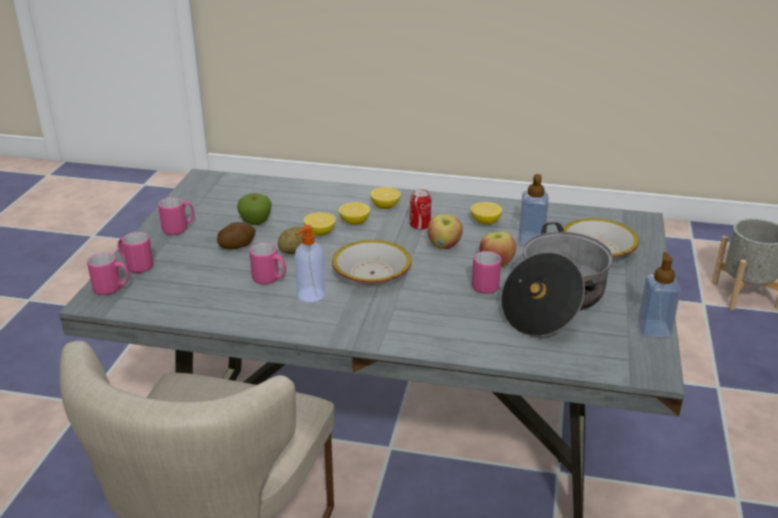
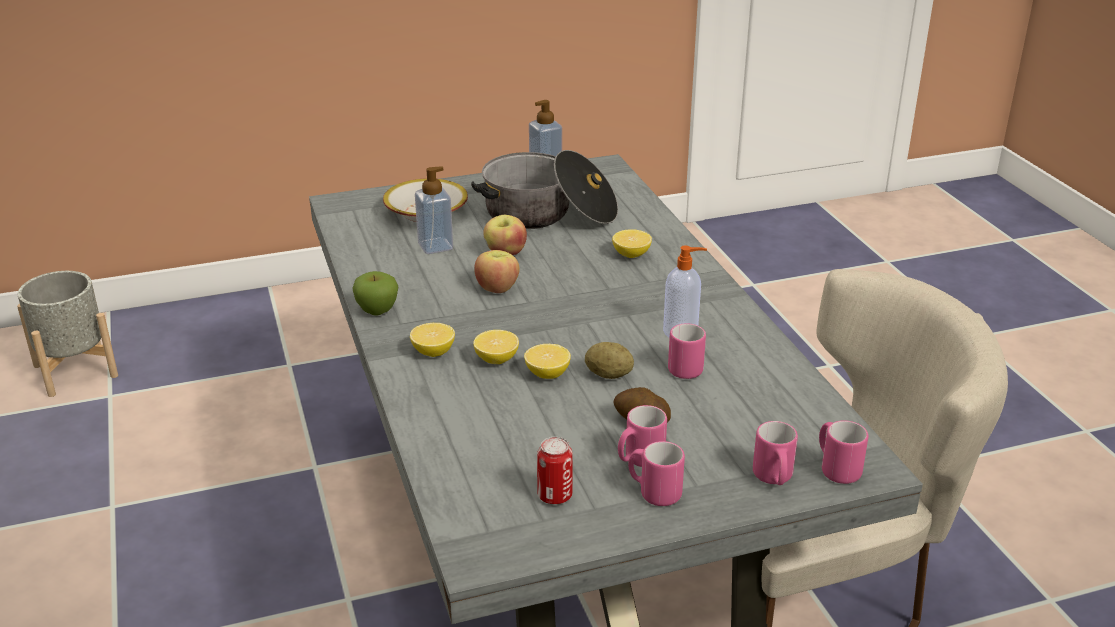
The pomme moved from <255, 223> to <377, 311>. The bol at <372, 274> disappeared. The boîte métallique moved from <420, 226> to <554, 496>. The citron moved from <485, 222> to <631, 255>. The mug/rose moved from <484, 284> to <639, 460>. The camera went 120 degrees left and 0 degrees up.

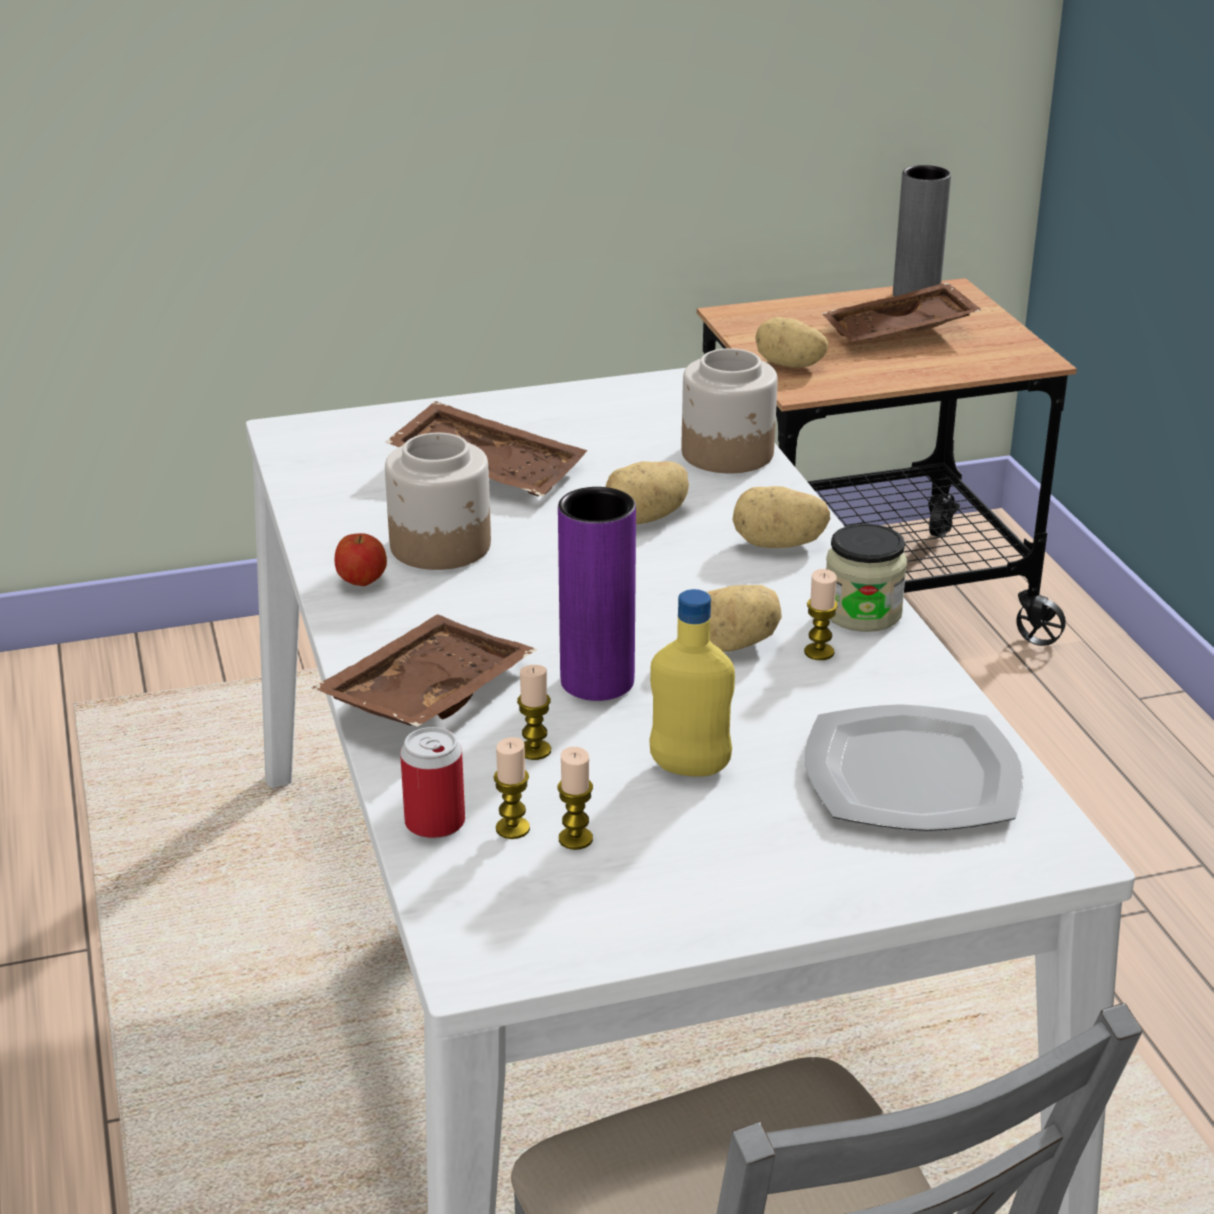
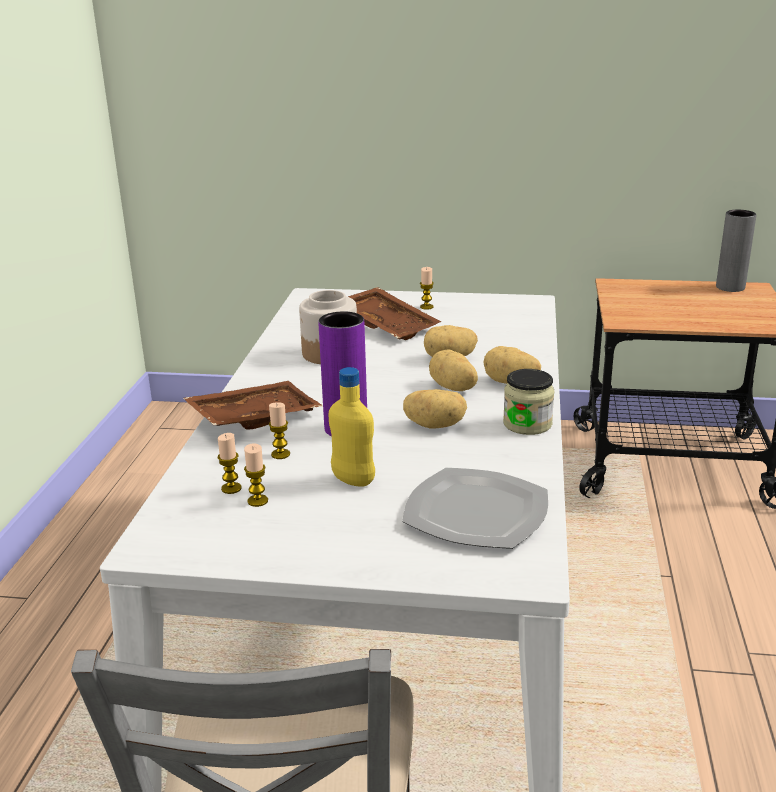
The pomme at <362, 582> disappeared. The boîte métallique at <435, 823> disappeared. The bocal at <728, 453> disappeared. The pomme de terre moved from <789, 365> to <452, 388>. The bougie moved from <819, 652> to <426, 307>. The plateau/marron at <900, 333> disappeared. The camera went 25 degrees right and 5 degrees down.

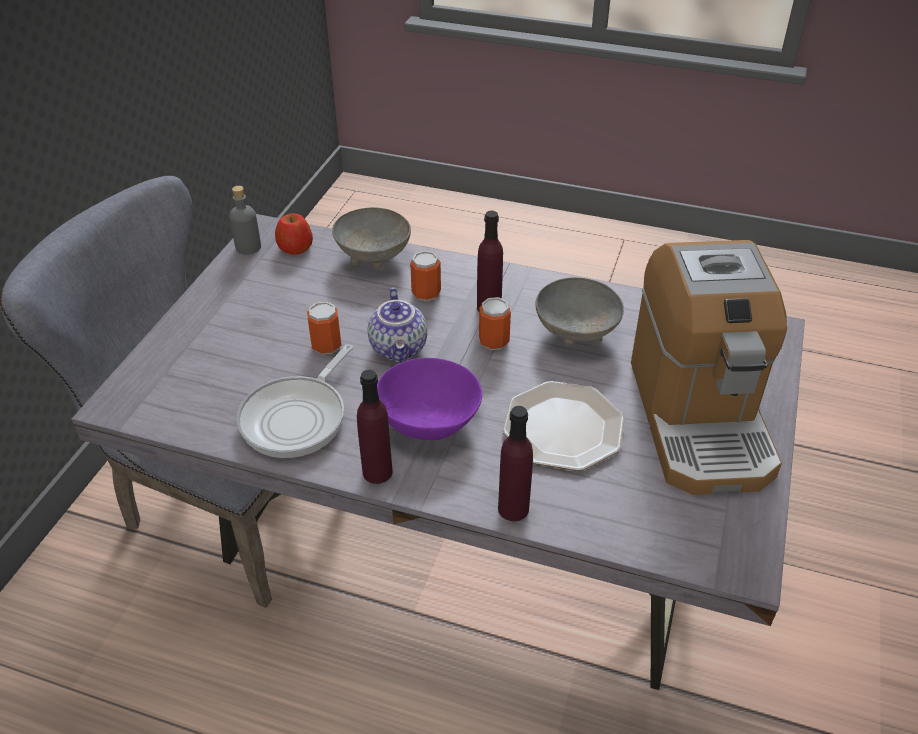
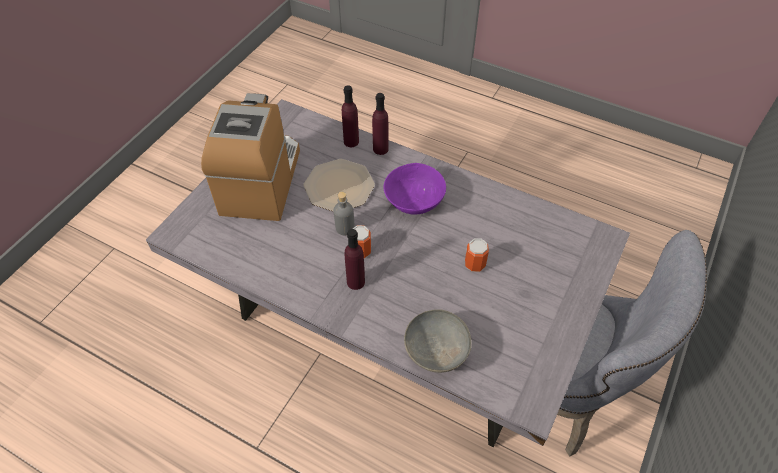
The bouteille/gris moved from <248, 247> to <345, 228>. The poêle at <297, 417> disappeared. The pomme at <295, 247> disappeared. The bouteille/violet moved from <377, 472> to <351, 141>. The théière at <400, 348> disappeared. The boîte métallique at <426, 293> disappeared. The bol/gris at <574, 332> disappeared. The camera went 170 degrees left and 10 degrees up.

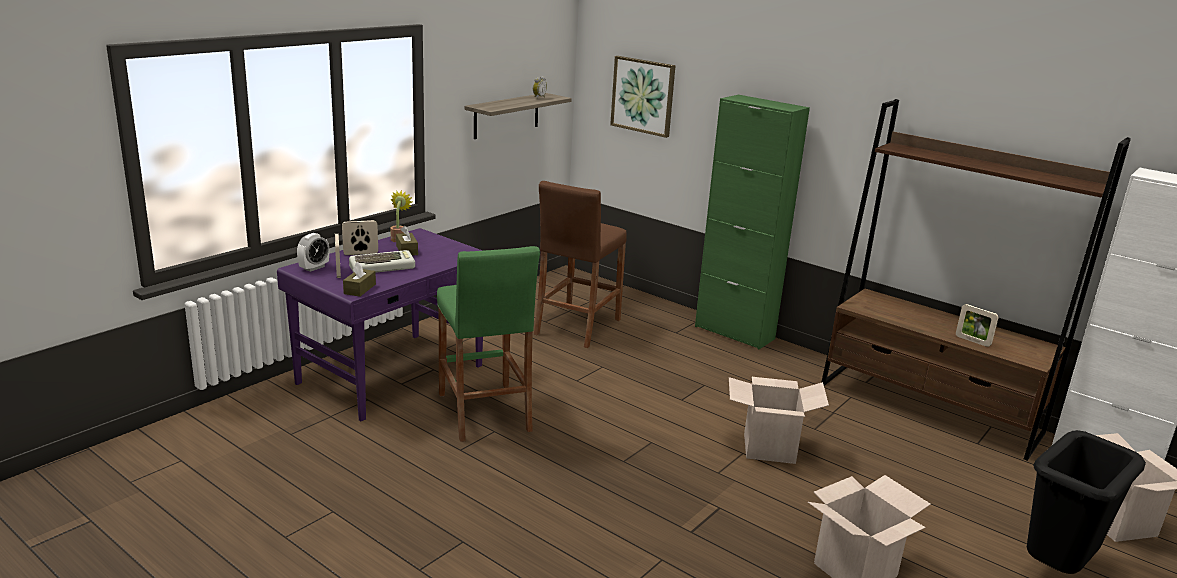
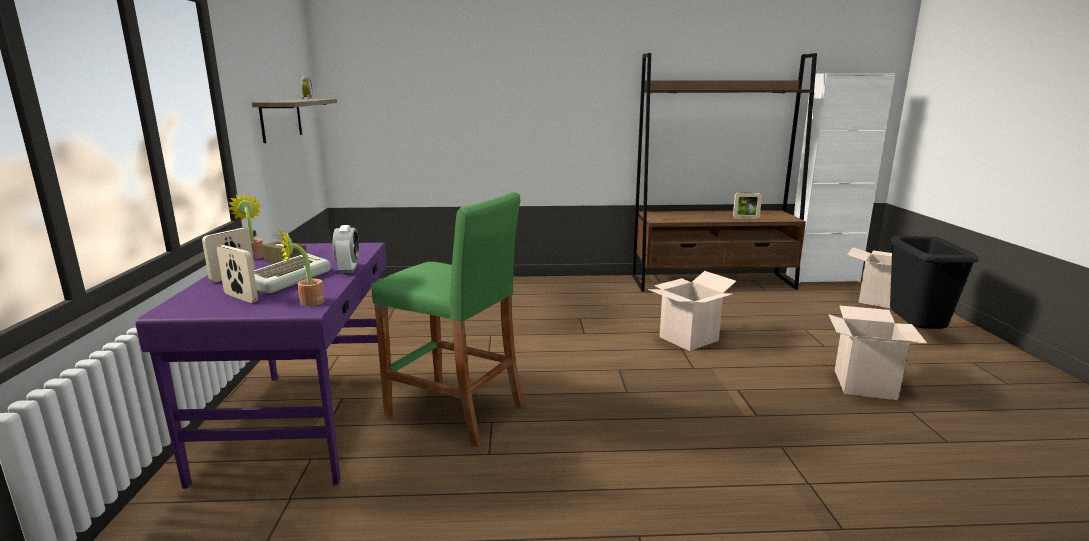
The réveil moved from <314, 268> to <348, 269>. The boîte à mouchoirs/marron at <360, 289> was replaced by the plante en pot at <306, 303>. The tabouret/marron at <577, 327> disappeared. The tableau at <643, 96> disappeared. The meuble de rangement/vert at <734, 332> disappeared. The camera went 40 degrees left and 5 degrees down.

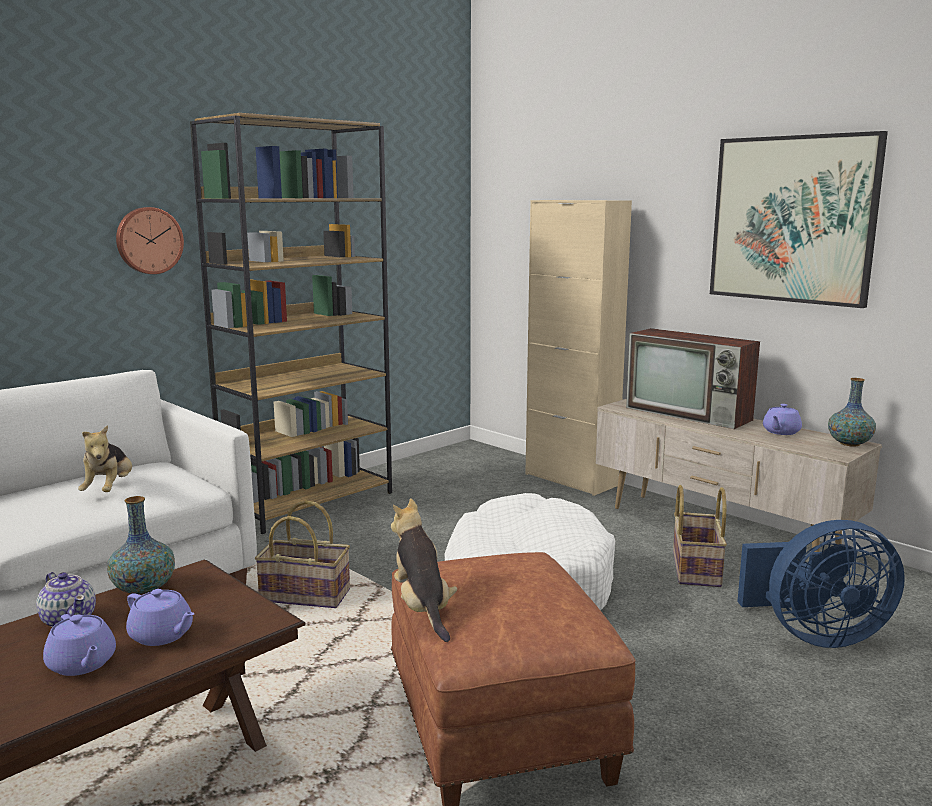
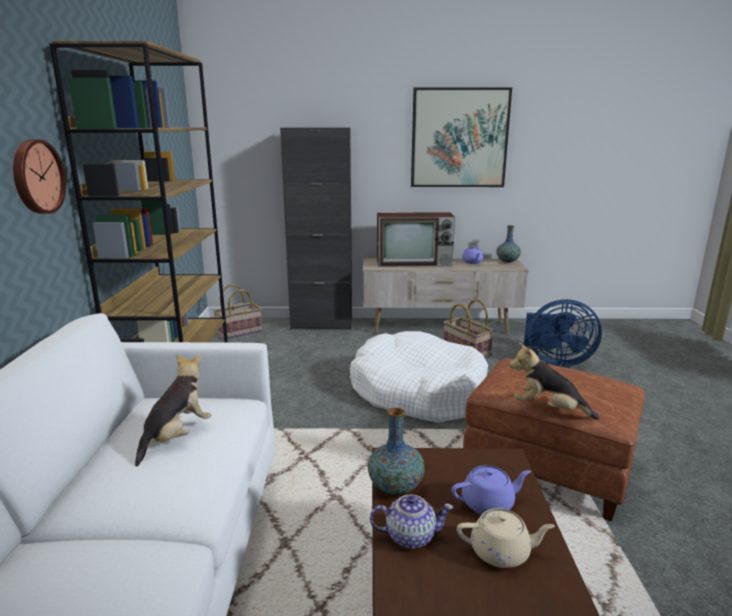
The théière/violet at <82, 664> became the théière/beige at <501, 552>. The peluche at <109, 490> turned 105 degrees counterclockwise. The panier moved from <306, 595> to <239, 331>. The meuble de rangement/beige at <570, 480> became the meuble de rangement/noir at <321, 324>. The ventilateur/bleu at <815, 635> turned 60 degrees clockwise. The camera went 45 degrees left and 5 degrees up.

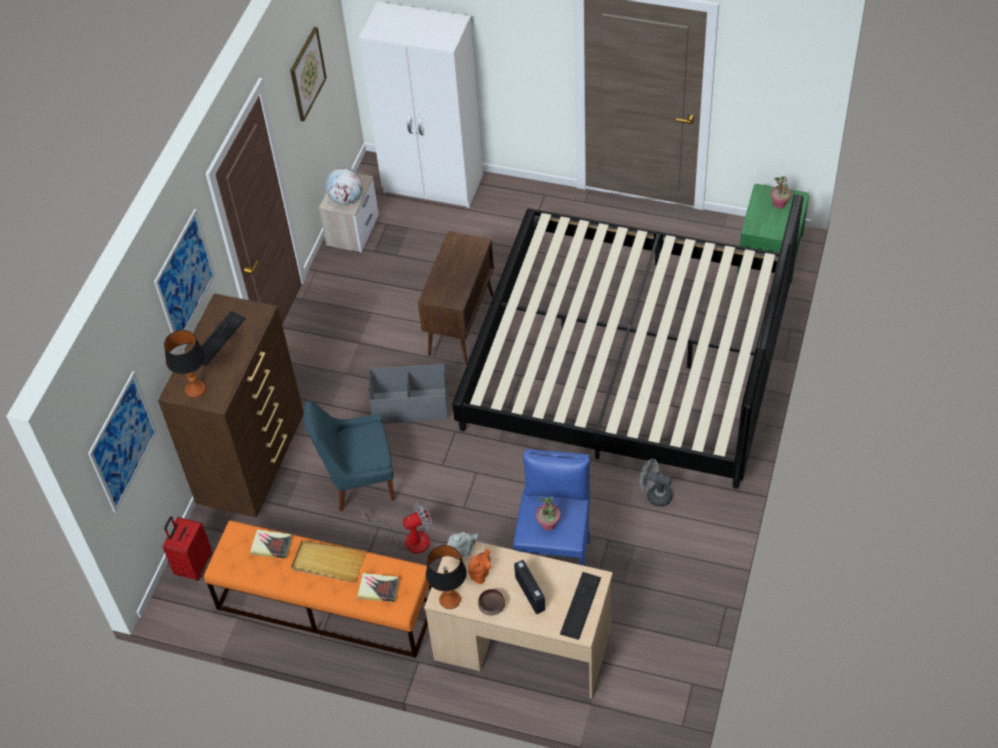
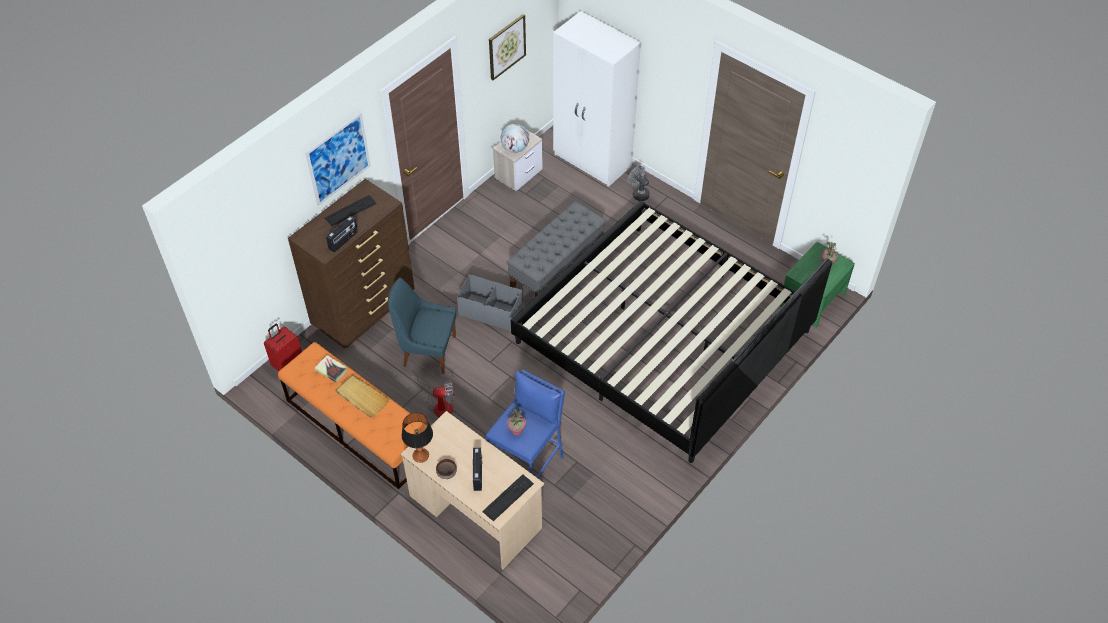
The tableau at <123, 442> disappeared. The lampe de table at <196, 389> disappeared. The livre at <378, 589> disappeared. The meuble de rangement/marron at <461, 326> was replaced by the banc/gris at <556, 269>. The théière/gris at <463, 551> disappeared. The théière/orange at <480, 574> disappeared. The ventilateur/gris moved from <655, 495> to <638, 193>. The radio at <343, 241> appeared. The camera went 20 degrees right and 0 degrees up.

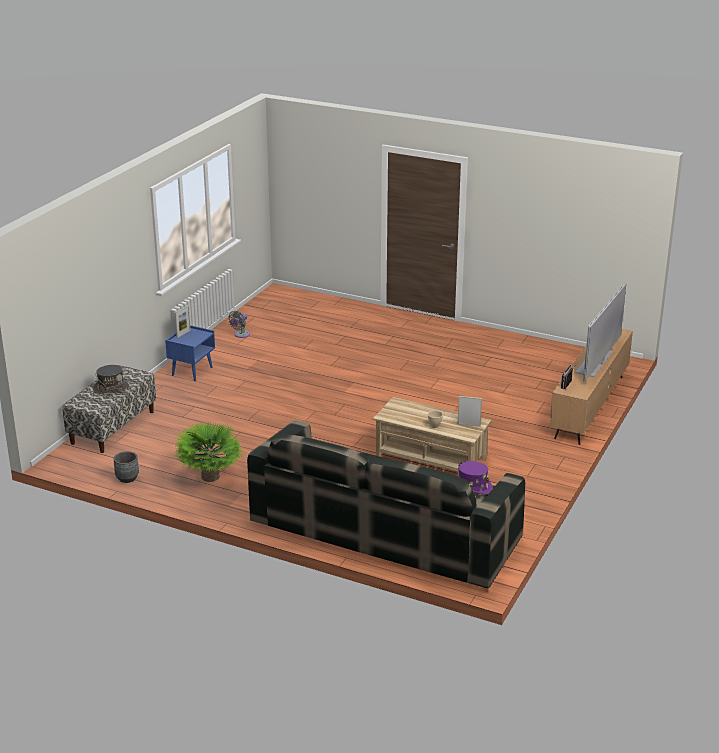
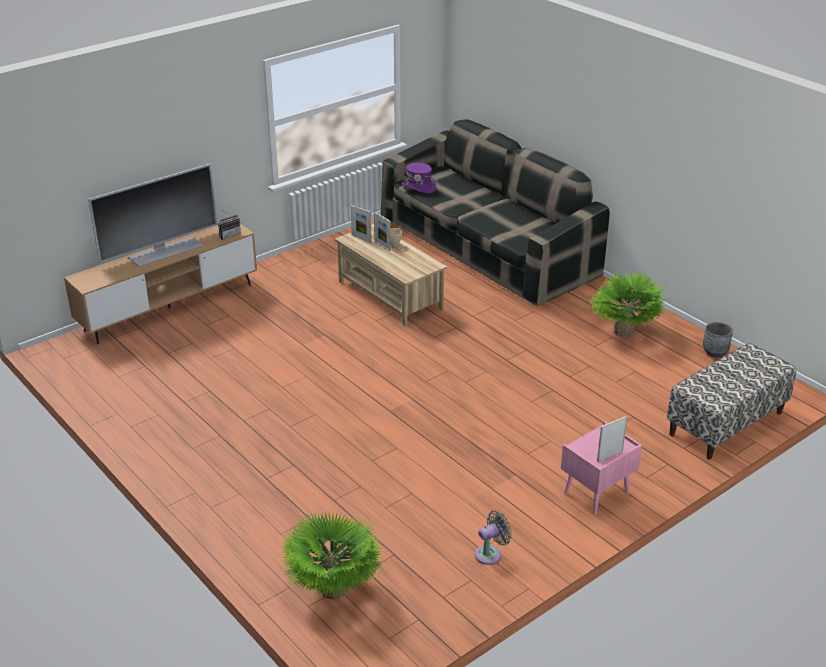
The chapeau/gris at <111, 388> disappeared. The table de chevet/bleu at <192, 371> became the table de chevet/rose at <596, 493>. The plante en pot at <334, 589> appeared. The cadre photo at <382, 246> appeared. The camera went 155 degrees left and 5 degrees up.

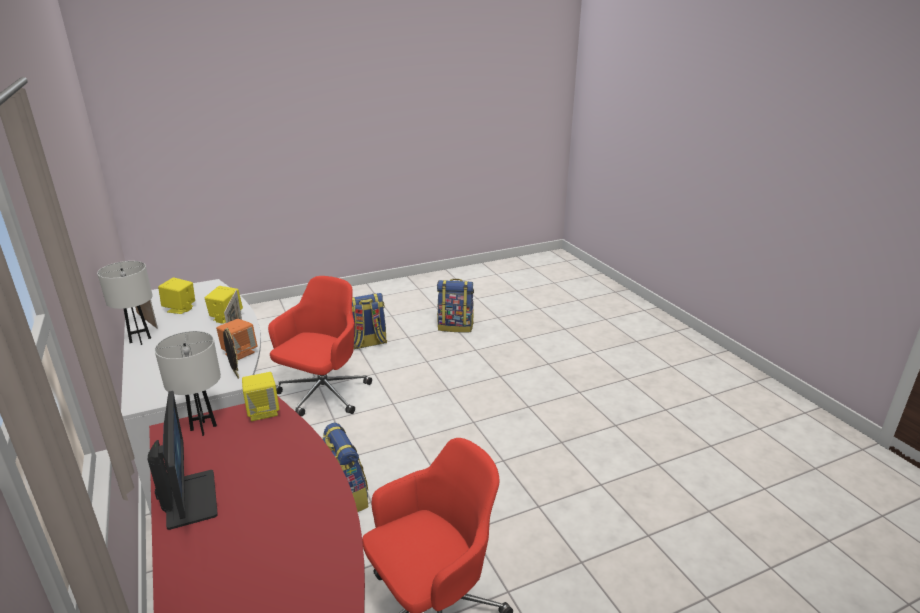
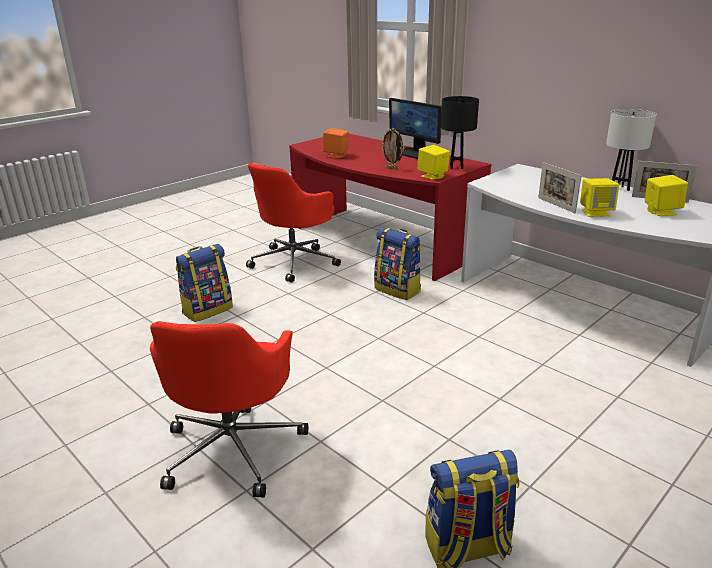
The lampe de table/blanc at <203, 428> became the lampe de table/noir at <456, 167>. The enceinte/orange moved from <239, 353> to <336, 155>. The cadre photo moved from <235, 374> to <392, 168>. The chaise de bureau/rouge moved from <322, 394> to <233, 448>. The sac à dos moved from <367, 343> to <207, 310>. The camera went 160 degrees right and 0 degrees up.

